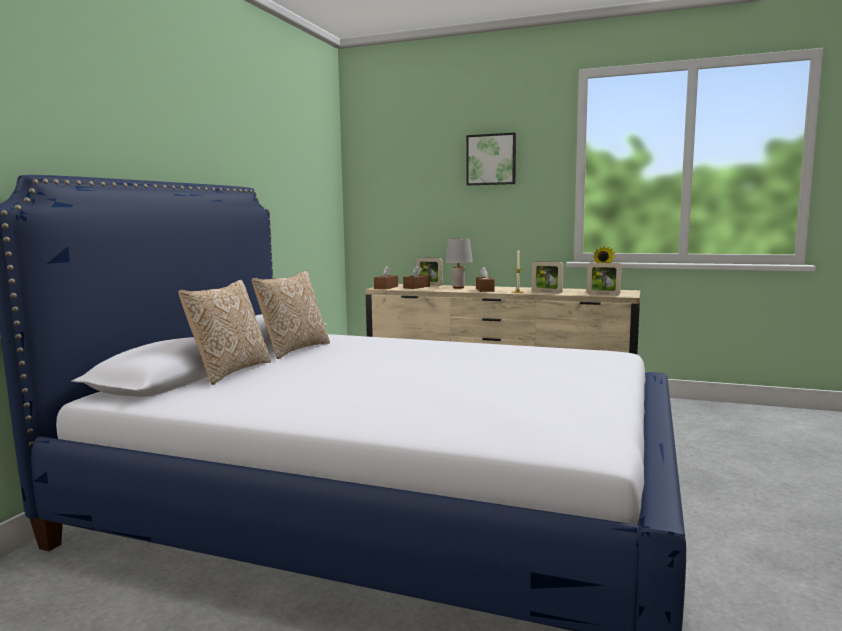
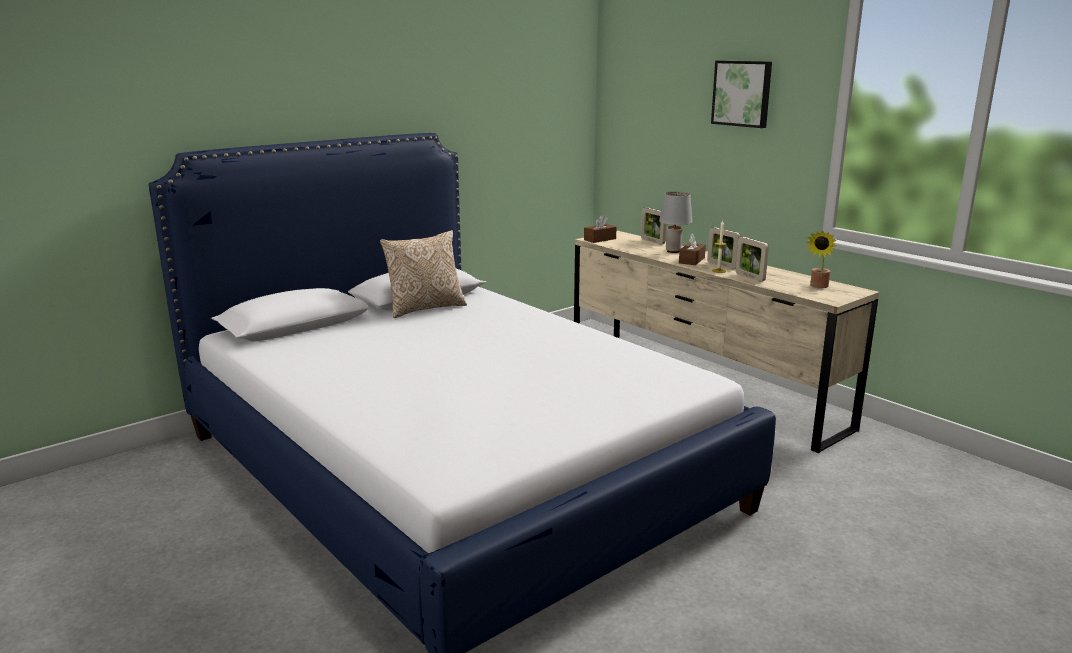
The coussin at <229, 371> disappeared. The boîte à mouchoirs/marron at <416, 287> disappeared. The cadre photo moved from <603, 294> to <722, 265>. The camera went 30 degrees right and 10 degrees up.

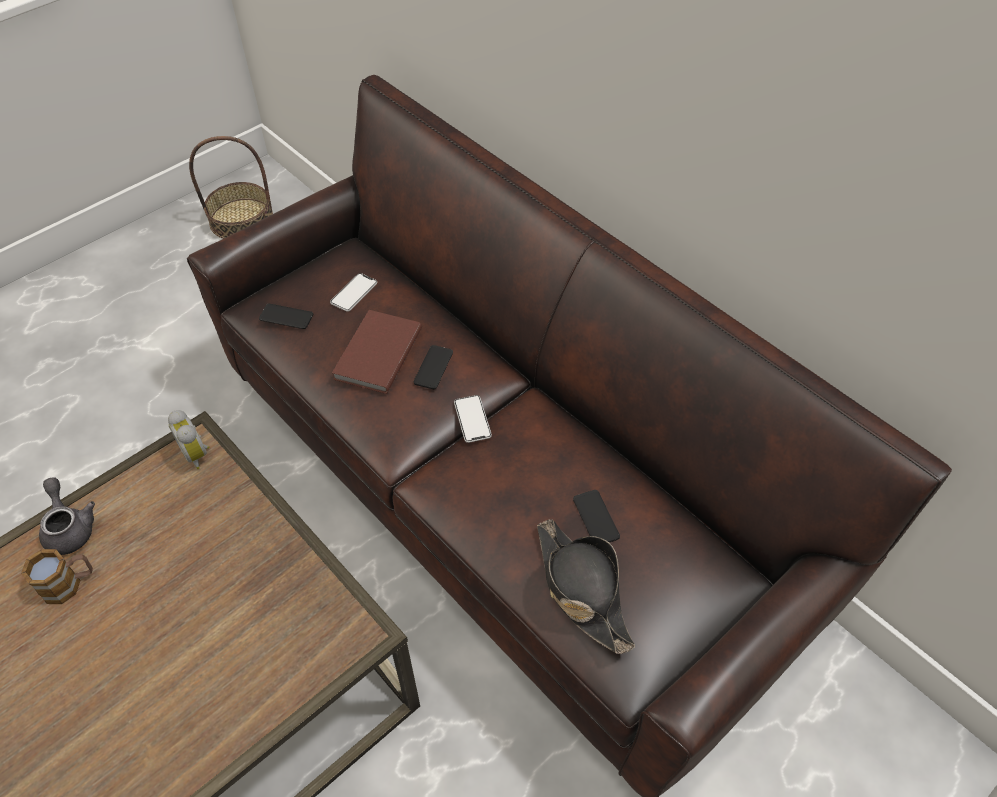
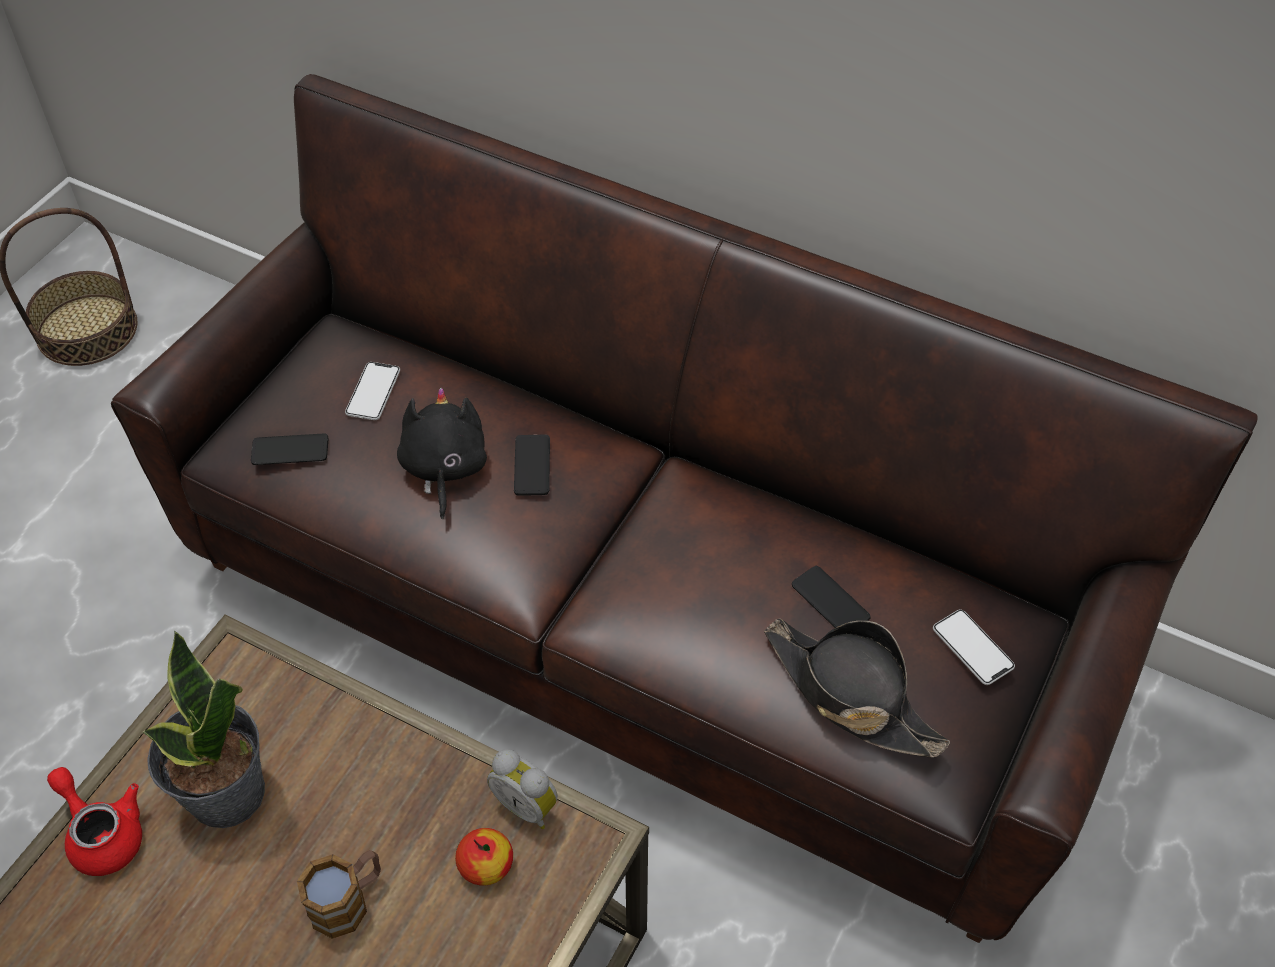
The mug moved from <69, 584> to <348, 901>. The théière/gris at <69, 527> became the théière/rouge at <102, 833>. The réveil moved from <197, 453> to <527, 804>. The livre/marron at <376, 354> was replaced by the peluche/noir at <444, 468>. The téléphone moved from <472, 419> to <972, 648>. The plante en pot at <225, 795> appeared. The pomme at <486, 865> appeared. The camera went 20 degrees left and 0 degrees up.

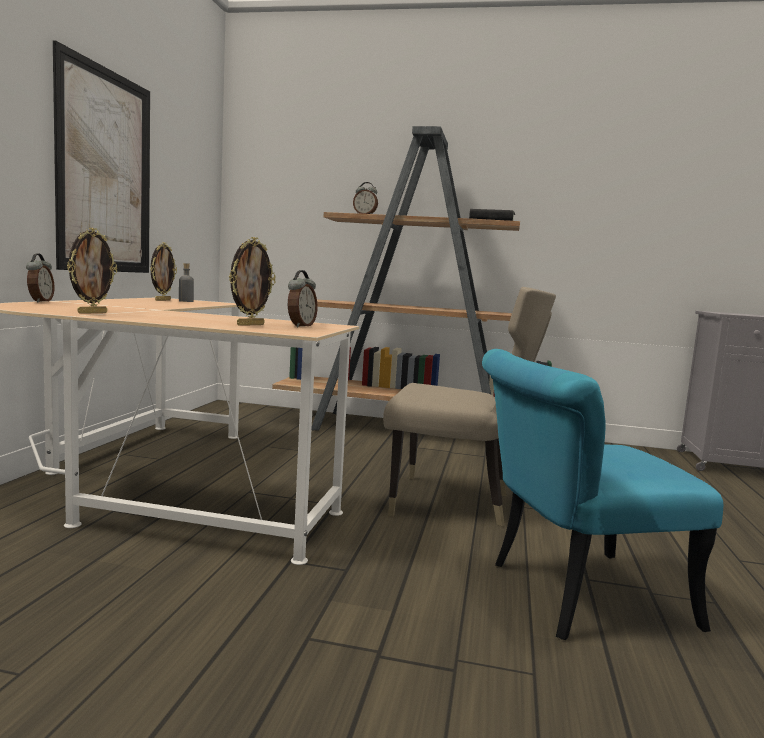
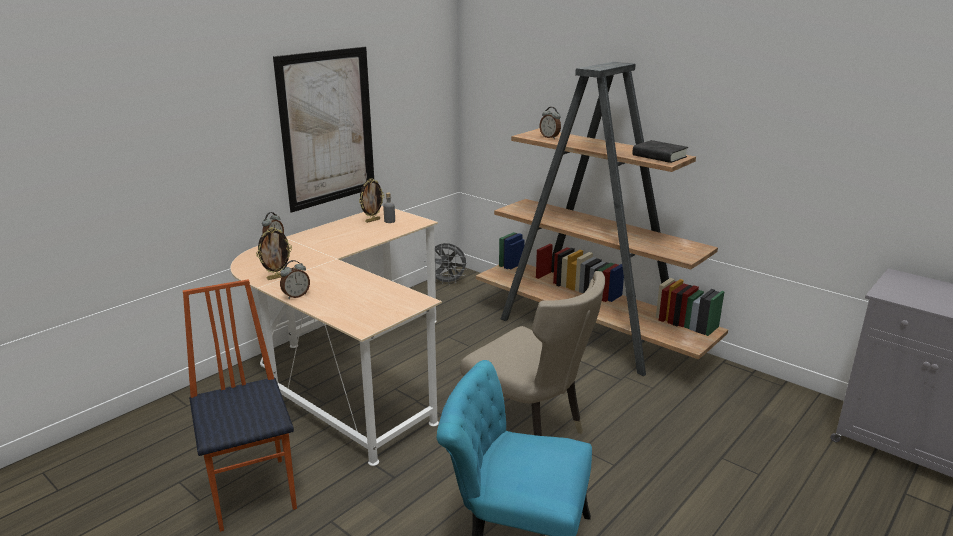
The cadre photo at <250, 325> disappeared. The réveil moved from <300, 326> to <296, 296>. The chaise at <254, 491> appeared. The ventilateur/gris at <447, 282> appeared. The camera went 30 degrees right and 15 degrees up.

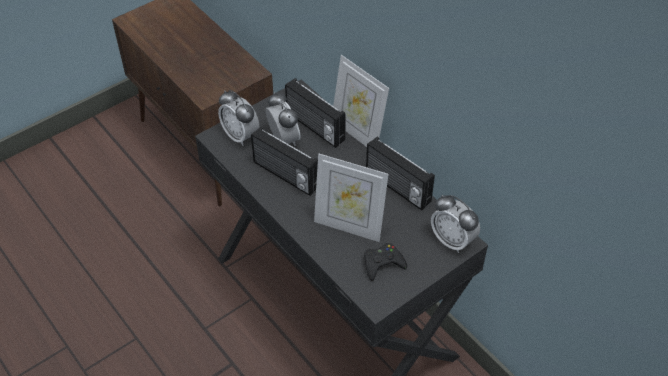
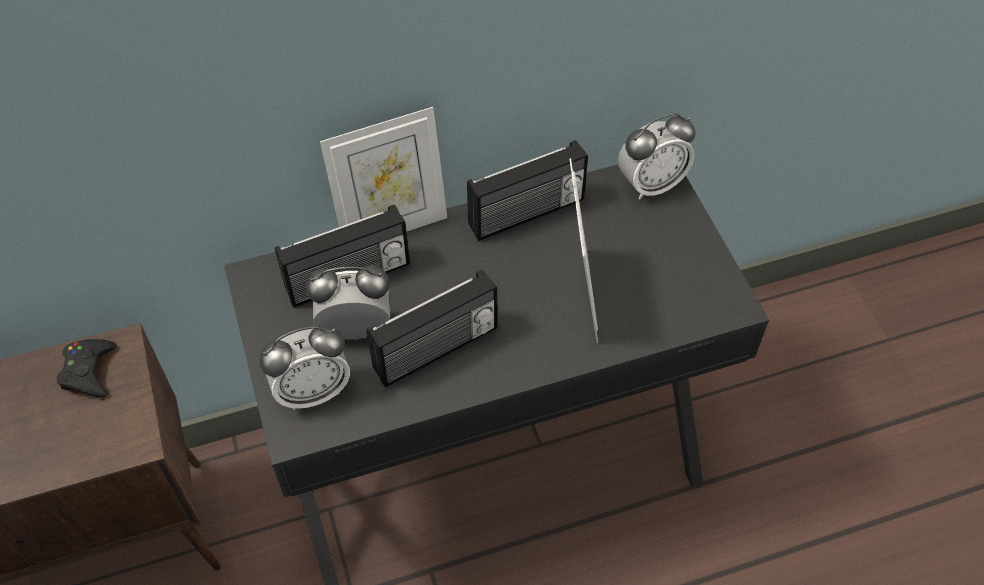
The cadre photo at <349, 226> turned 45 degrees counterclockwise. The manette/noir moved from <382, 264> to <89, 371>. The camera went 70 degrees left and 5 degrees up.

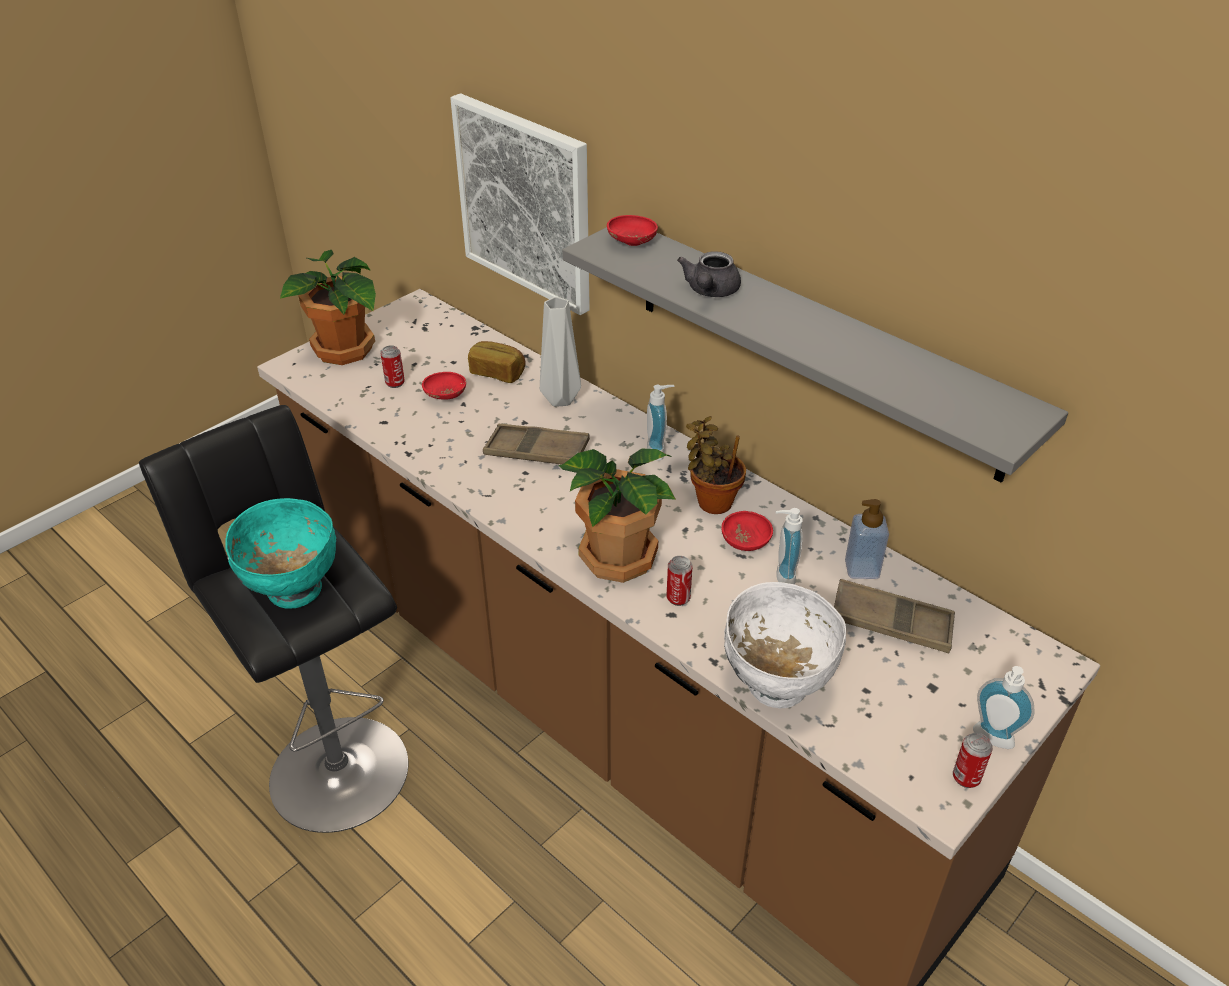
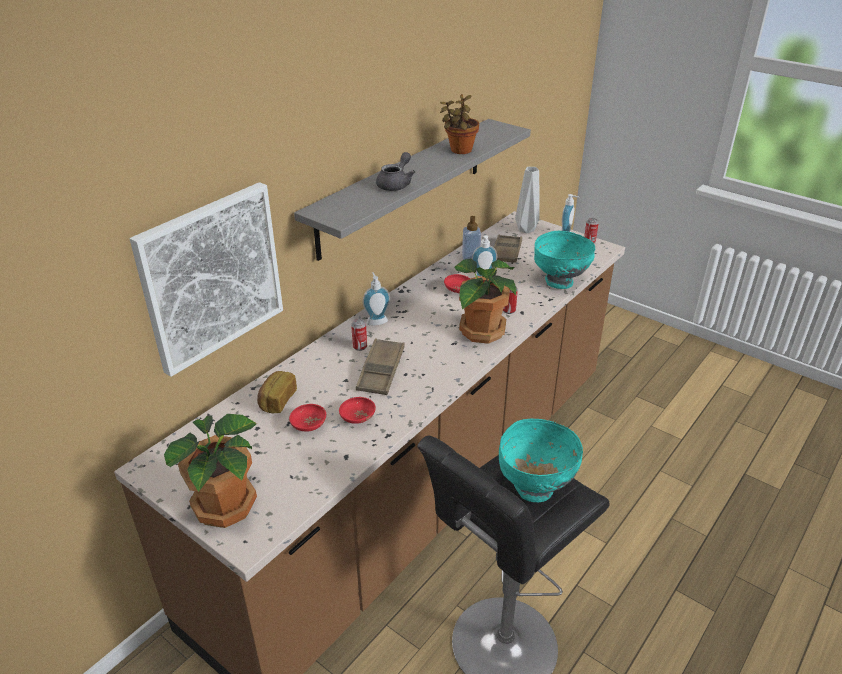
The boîte métallique moved from <395, 383> to <360, 347>. The vase/gris moved from <562, 400> to <526, 229>. The bol/rouge moved from <631, 242> to <357, 418>. The théière/gris at <710, 292> turned 75 degrees counterclockwise. The plante en pot moved from <711, 501> to <459, 151>. The bol/blanc at <776, 686> became the bol/turquoise at <559, 282>. The camera went 95 degrees left and 5 degrees down.

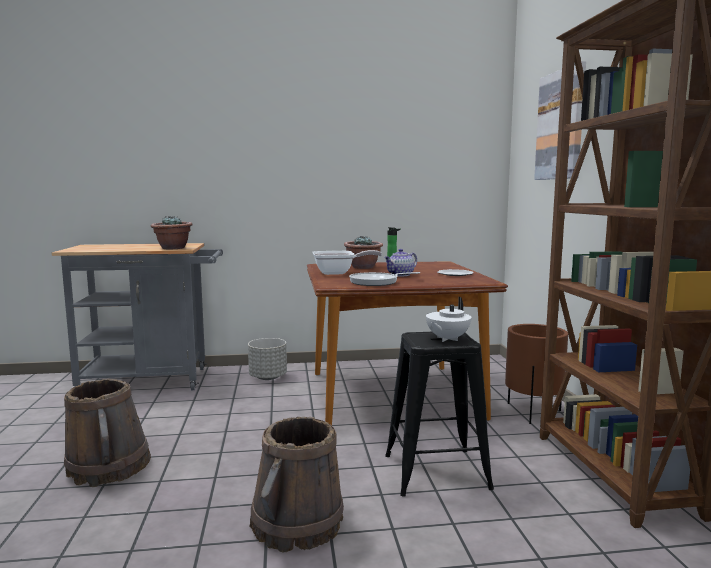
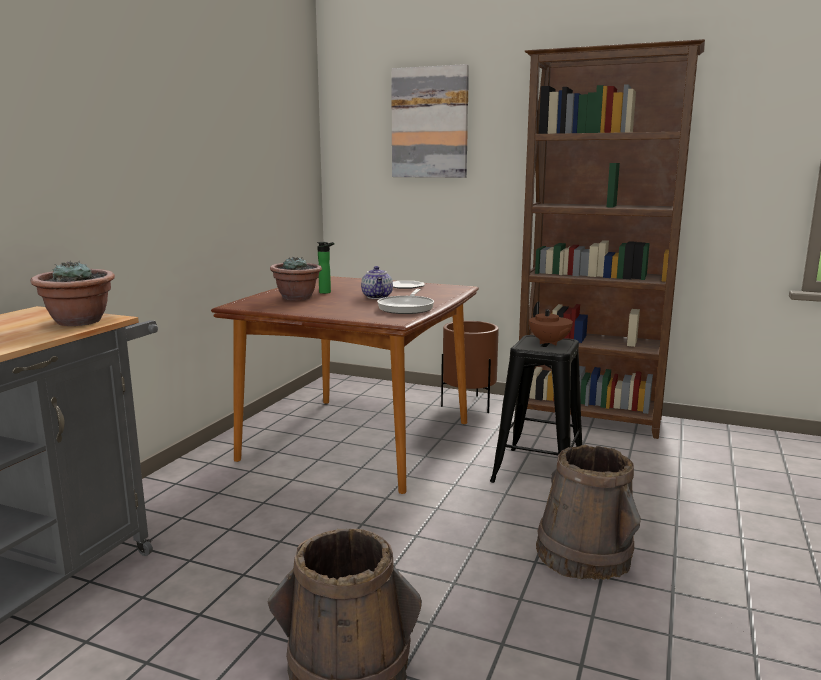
The cache-pot/gris at <268, 377> disappeared. The poêle at <338, 273> disappeared. The théière/blanc at <447, 339> became the théière/marron at <549, 343>. The camera went 60 degrees left and 5 degrees up.

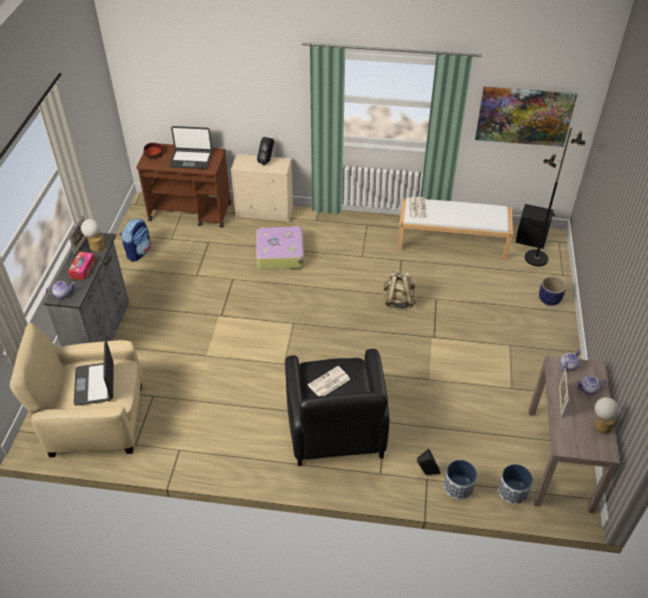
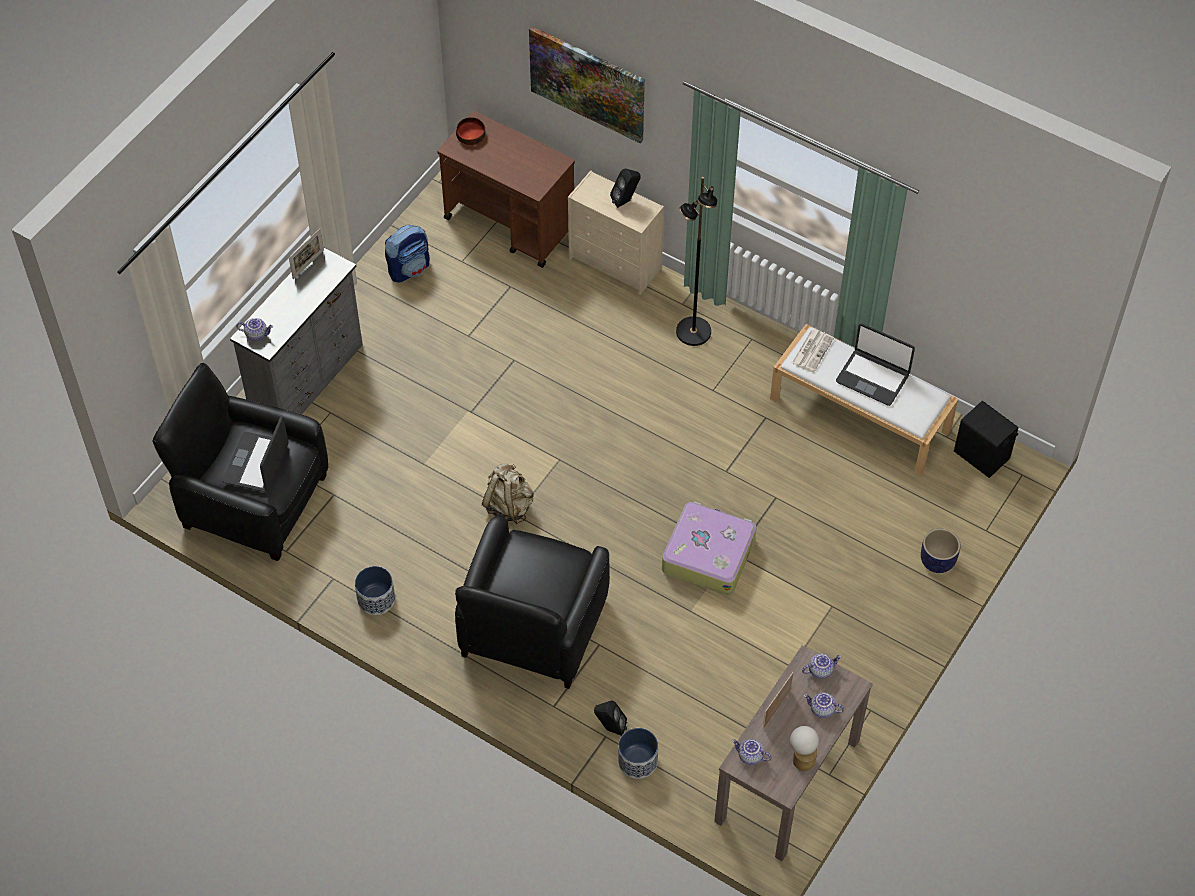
The fauteuil/beige at <95, 420> became the fauteuil/noir at <253, 500>. The boîte à mouchoirs at <83, 269> disappeared. The lampe de table at <96, 246> disappeared. The ordinateur portable moved from <191, 159> to <873, 377>. The valise moved from <279, 254> to <708, 554>. The journal at <328, 383> disappeared. The sac à dos/beige moved from <398, 300> to <509, 506>. The tableau moved from <524, 116> to <587, 83>. The cache-pot moved from <512, 491> to <376, 599>. The lampadaire/noir moved from <536, 259> to <693, 332>. The théière at <750, 756> appeared. The camera went 25 degrees right and 10 degrees up.

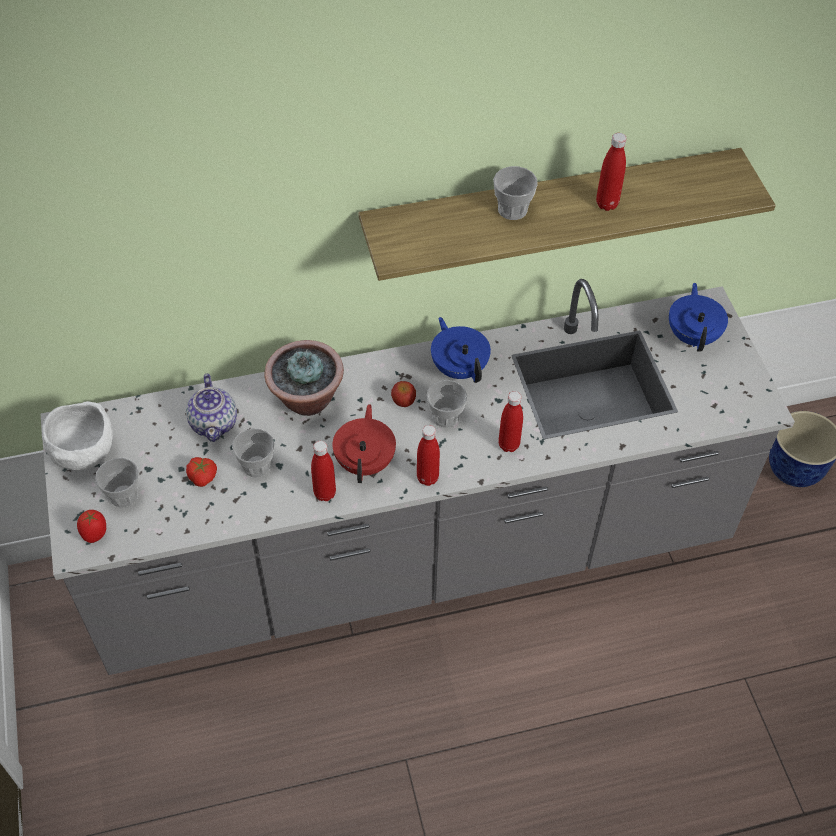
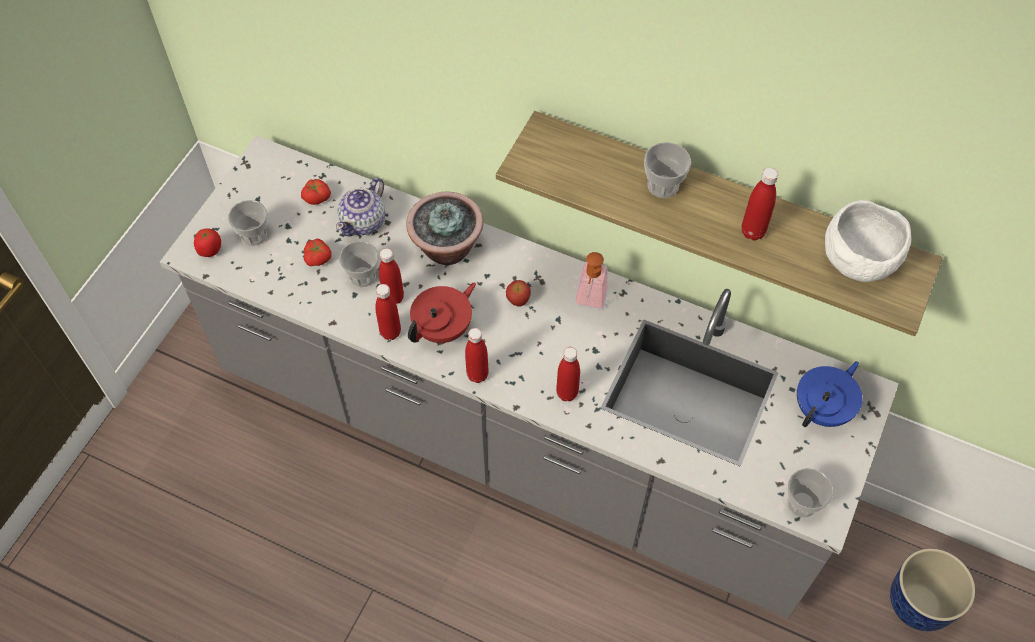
The bol/blanc moved from <84, 452> to <858, 261>. The tasse moved from <445, 417> to <802, 503>. The théière/bleu at <459, 367> was replaced by the distributeur de savon at <589, 301>. The tomate at <316, 197> appeared. The bouteille/rouge at <393, 297> appeared. The camera went 40 degrees right and 5 degrees up.

